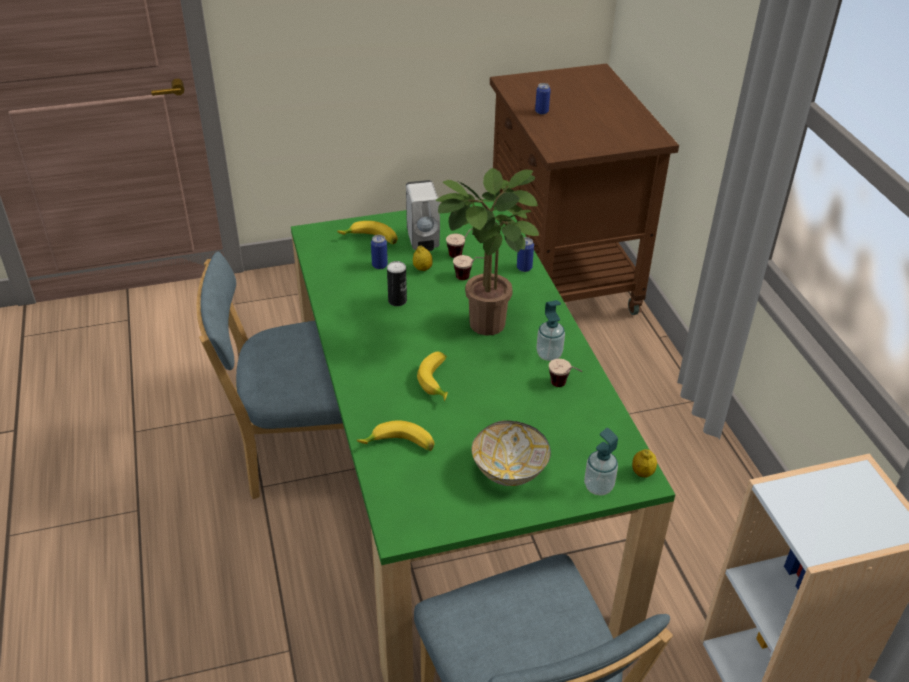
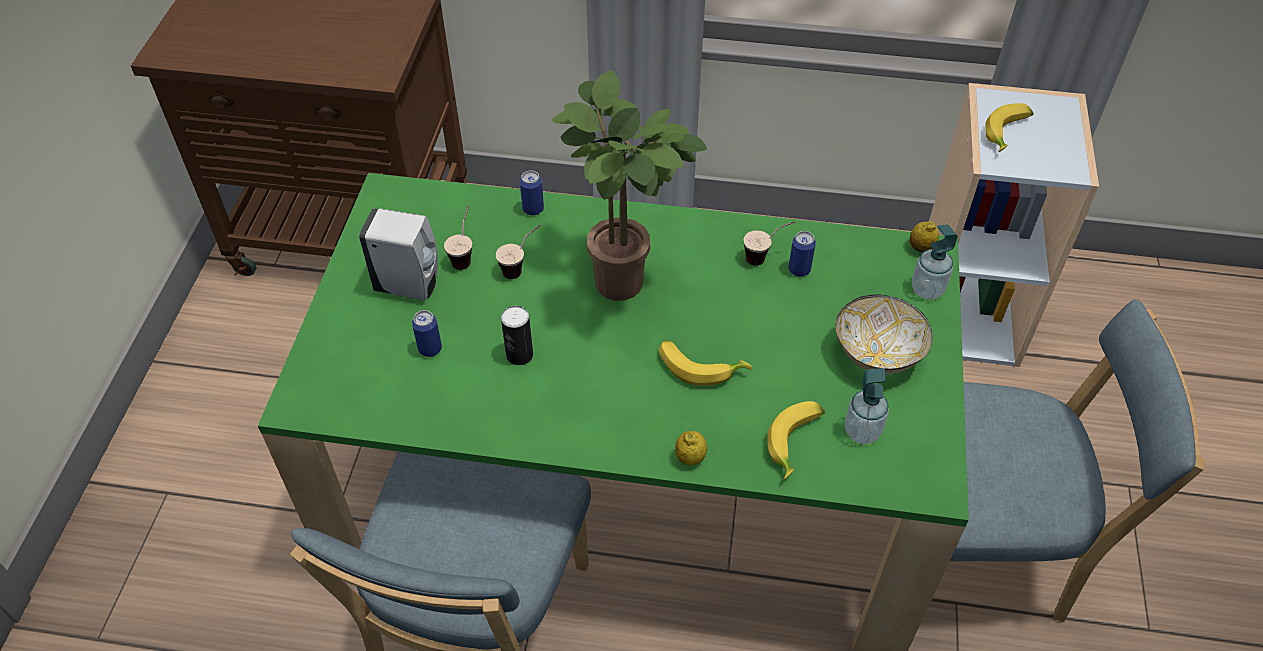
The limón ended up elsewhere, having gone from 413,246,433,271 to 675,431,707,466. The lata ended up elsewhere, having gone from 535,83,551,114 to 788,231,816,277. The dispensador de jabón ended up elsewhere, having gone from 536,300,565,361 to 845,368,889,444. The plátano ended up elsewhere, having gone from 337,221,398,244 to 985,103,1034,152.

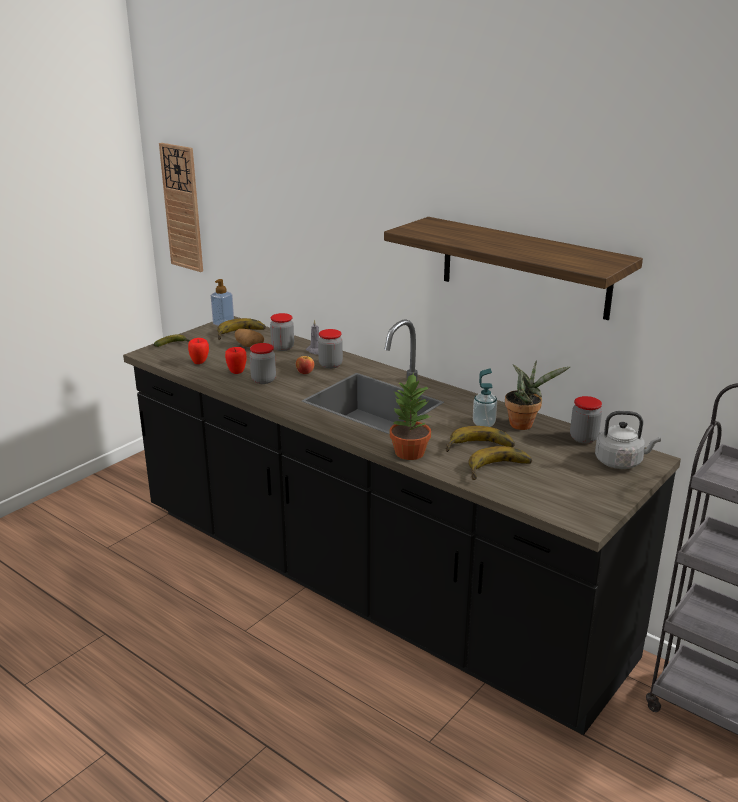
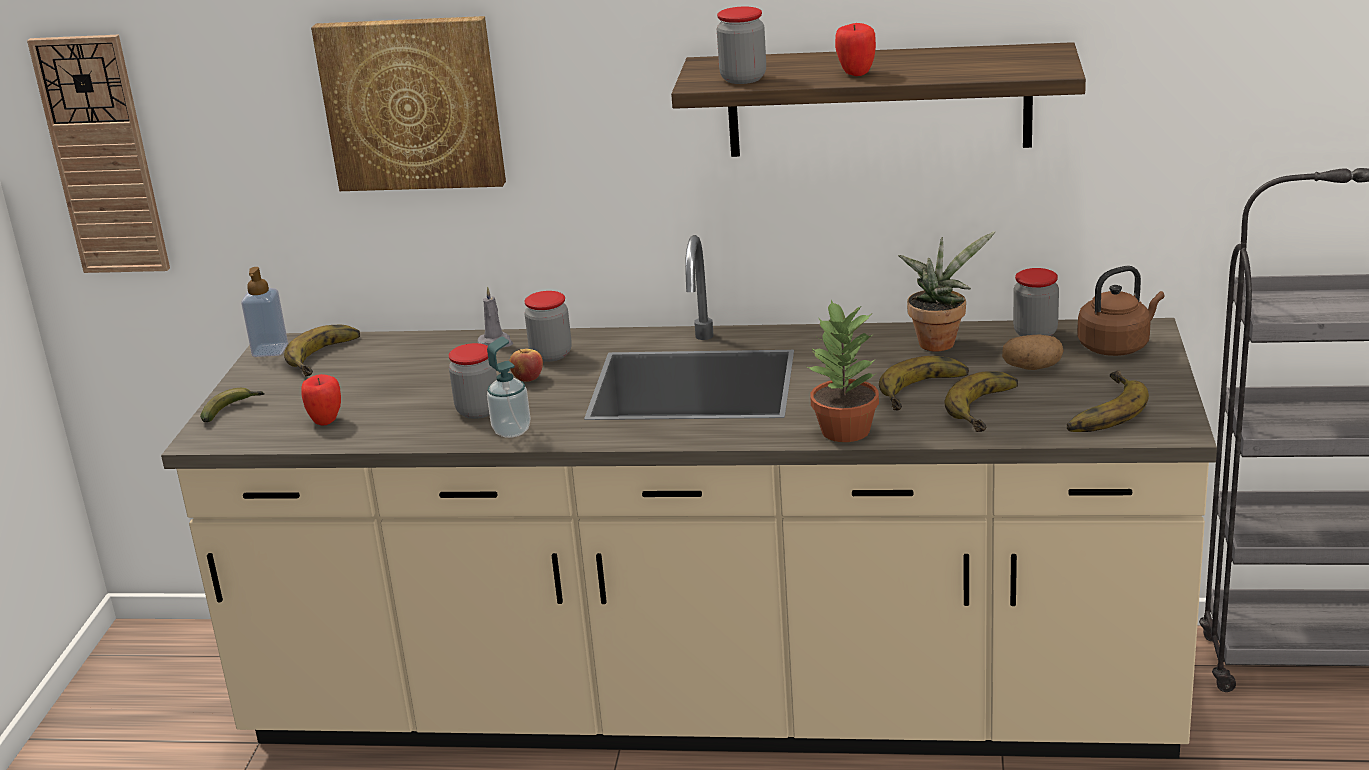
What was the mueble bajo de cocina (negro) at 123,316,681,735 turned into the mueble bajo de cocina (beis) at 161,235,1217,759. The second view gained the cuadro at 311,16,506,191. The dispensador de jabón ended up elsewhere, having gone from 473,369,497,427 to 487,337,530,438. The tarro ended up elsewhere, having gone from 270,313,294,351 to 717,7,766,84. The manzana ended up elsewhere, having gone from 225,347,247,374 to 835,23,876,76. The patata ended up elsewhere, having gone from 235,329,264,347 to 1002,334,1064,370. The second view gained the plátano at 1067,370,1149,432. What was the hervidor (gris) at 595,411,661,469 turned into the hervidor (marrón) at 1077,266,1165,356.

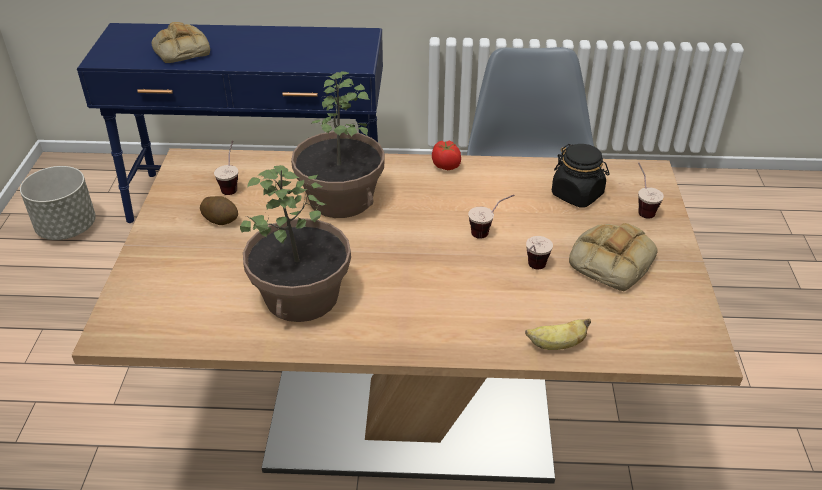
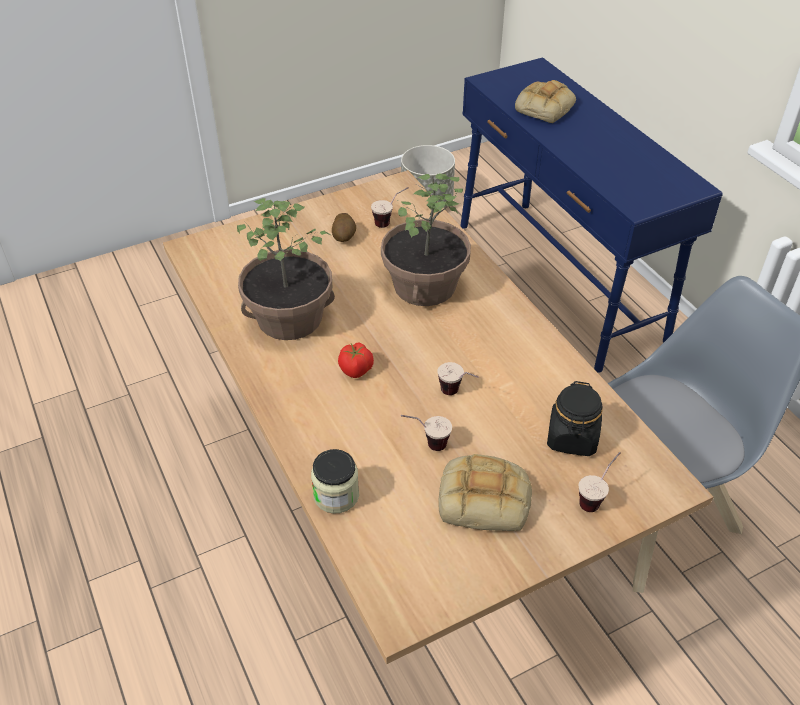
Where the plátano stood at 525,318,591,350, the tarro came to stand at 311,449,359,514. The tomate ended up elsewhere, having gone from 432,141,461,170 to 338,342,374,378.

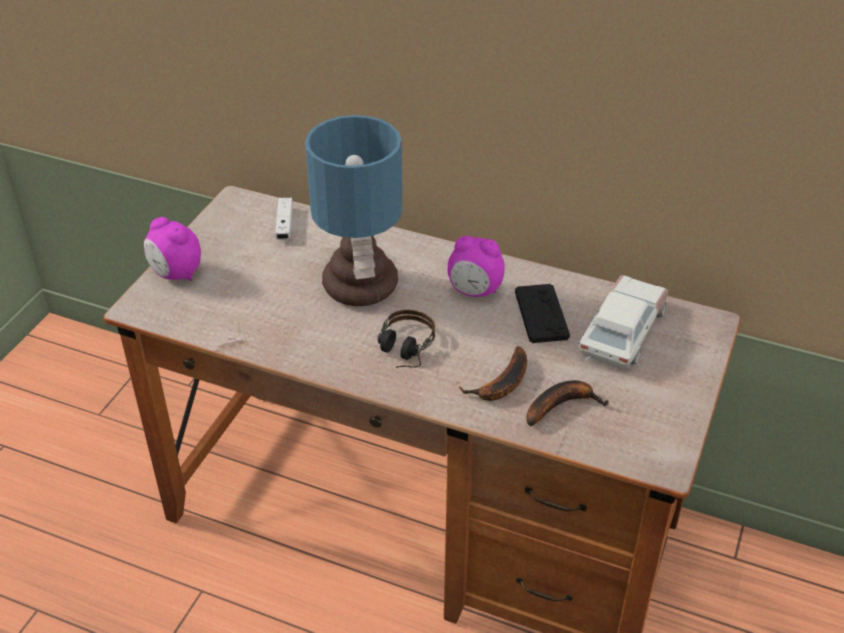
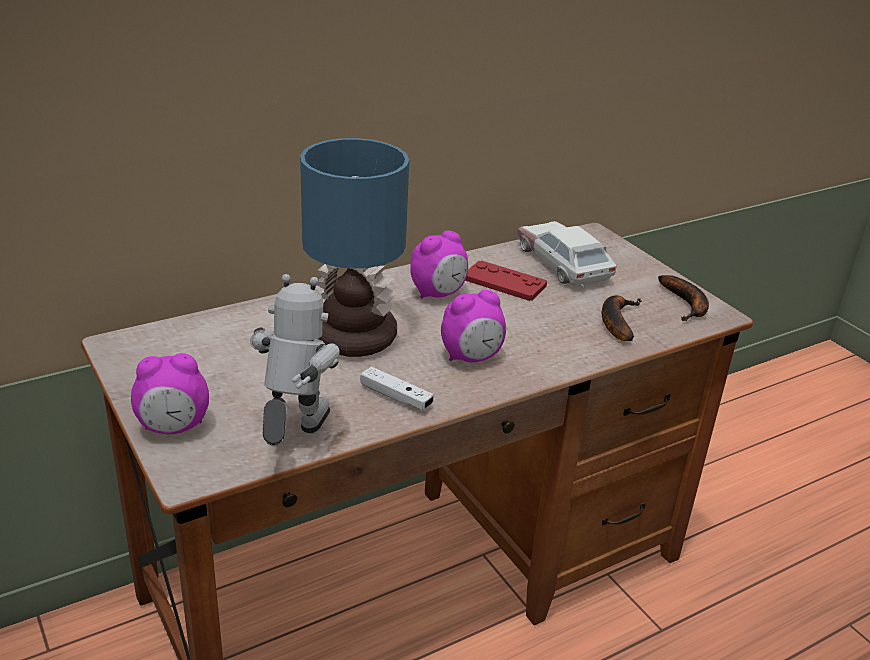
The second view gained the robot de juguete at 250,274,340,446. The mando de consola (blanco) ended up elsewhere, having gone from 275,198,293,240 to 361,367,434,410. Where the auriculares stood at 377,310,435,368, the despertador came to stand at 441,290,506,362. What was the mando de consola (negro) at 515,284,570,343 turned into the mando de consola (rojo) at 465,260,547,301. The plátano ended up elsewhere, having gone from 459,346,527,401 to 658,275,709,321.

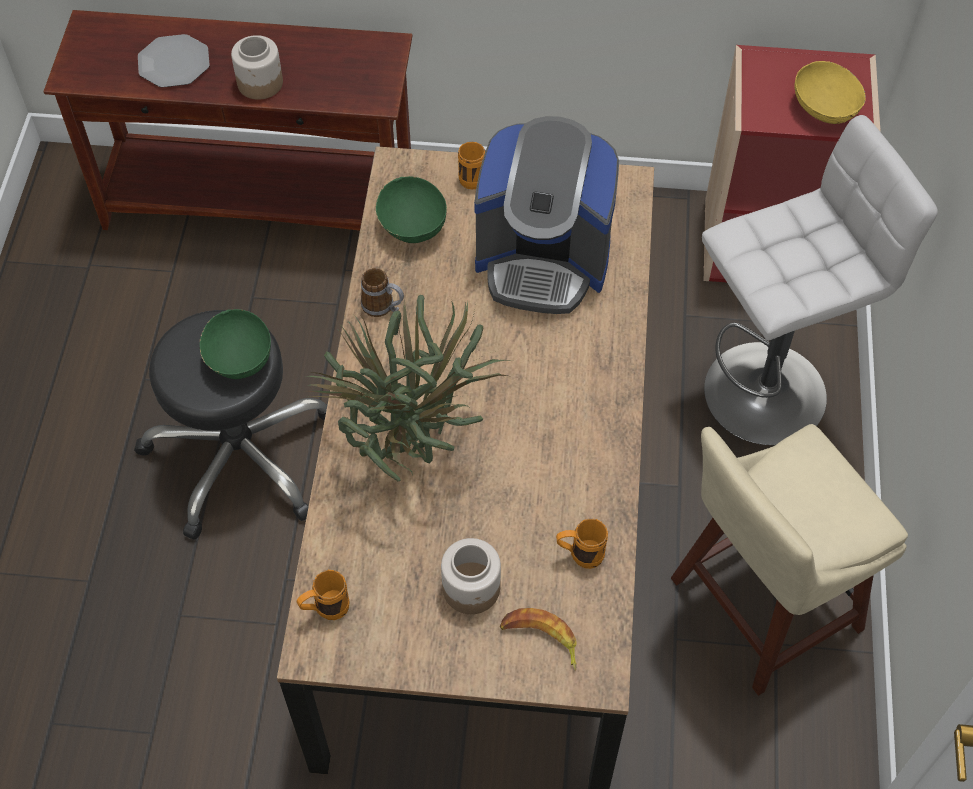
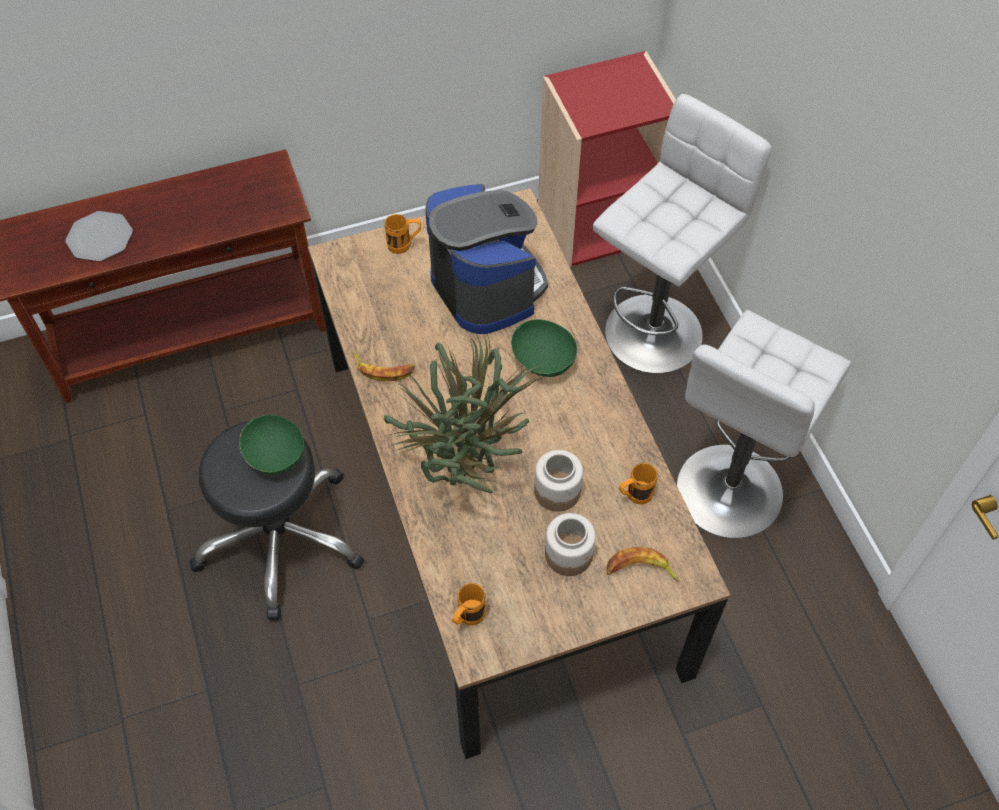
Where the taza grande stood at 361,268,404,317, the plátano came to stand at 354,351,415,381. The cafetera at 474,116,619,314 ended up facing another way, 105 degrees counterclockwise from before. The cuenco (verde) ended up elsewhere, having gone from 376,176,447,243 to 511,319,577,377. The tarro ended up elsewhere, having gone from 231,35,283,100 to 534,450,583,511. Where the silla (beis) stood at 671,424,908,696, the taburete (blanco) came to stand at 677,310,851,538. The second view lost the cuenco (amarillo) at 794,61,866,124.

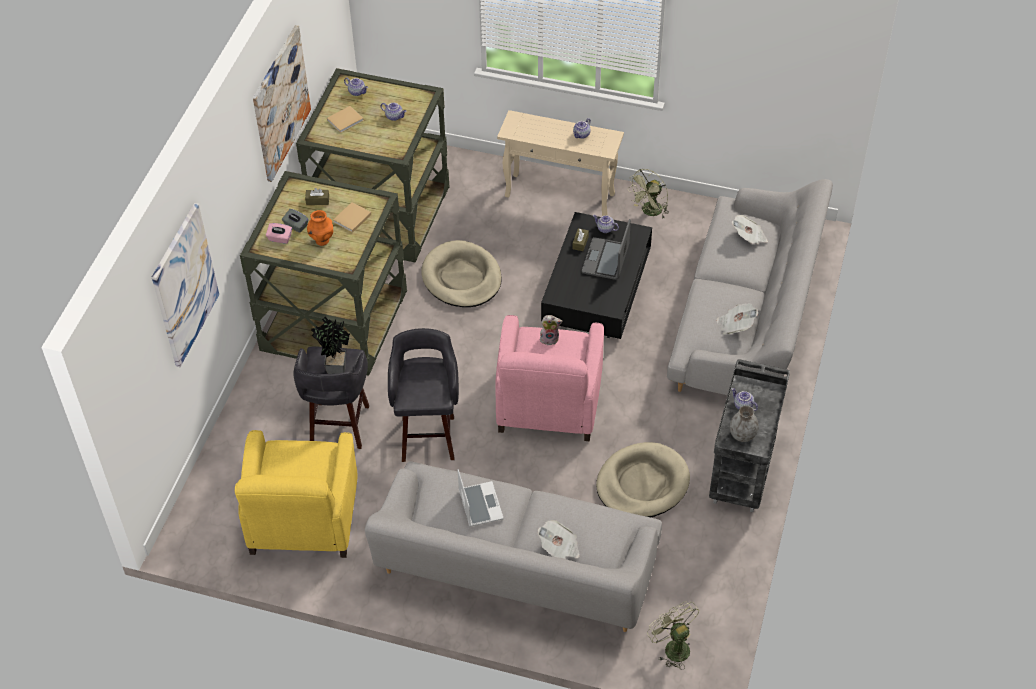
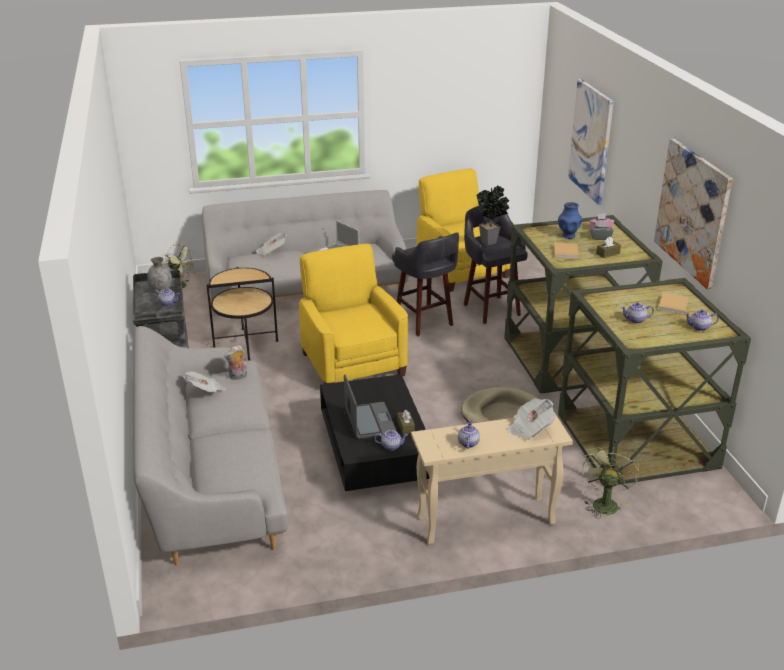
Where the cama para perro (beis) stood at 596,442,690,517, the mesa auxiliar came to stand at 207,267,279,360. The peluche ended up elsewhere, having gone from 540,315,562,345 to 224,345,247,380. What was the sillón (rosa) at 495,315,604,441 turned into the sillón (amarillo) at 299,244,408,384. The periódico ended up elsewhere, having gone from 732,215,768,244 to 507,398,556,440. What was the florero (naranja) at 307,210,333,246 turned into the florero (azul) at 558,202,582,239. The ventilador (verde) ended up elsewhere, having gone from 627,169,669,218 to 582,446,639,519.

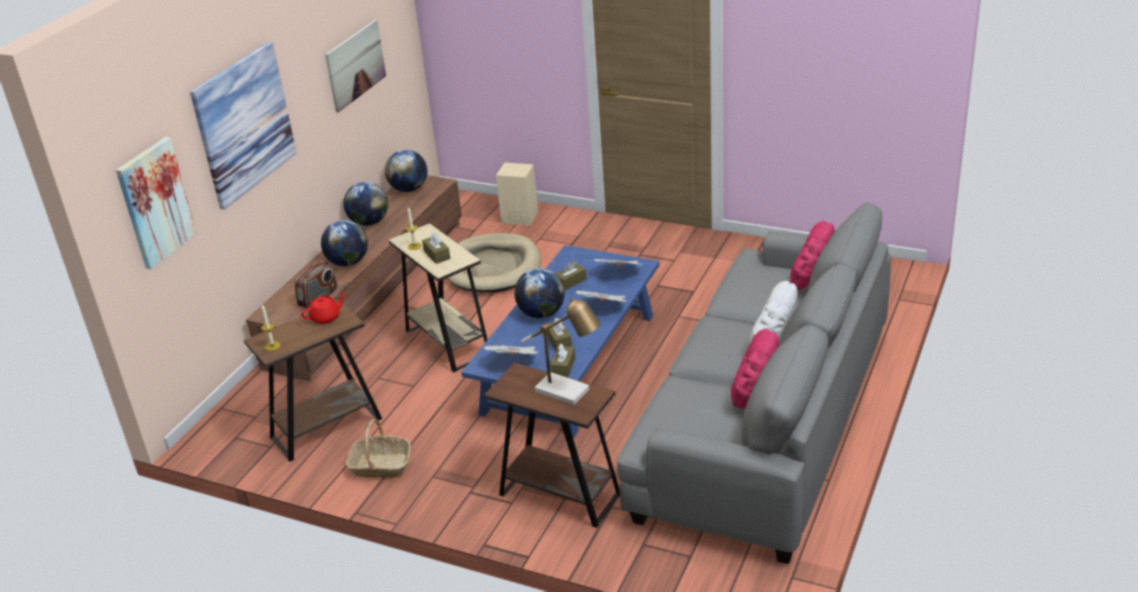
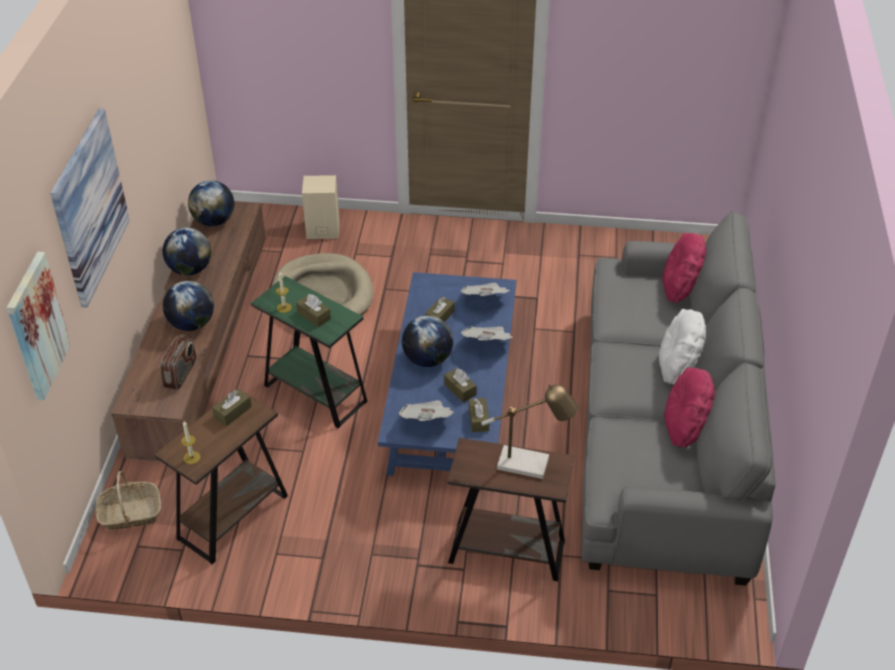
The cesta ended up elsewhere, having gone from 346,419,411,478 to 95,471,161,530. Where the tetera (rojo) stood at 301,293,346,324, the caja de pañuelos (marrón) came to stand at 212,388,252,426. What was the mesa auxiliar (beis) at 388,223,488,372 turned into the mesa auxiliar (verde) at 251,276,367,428. The second view lost the cuadro at 325,20,386,113.

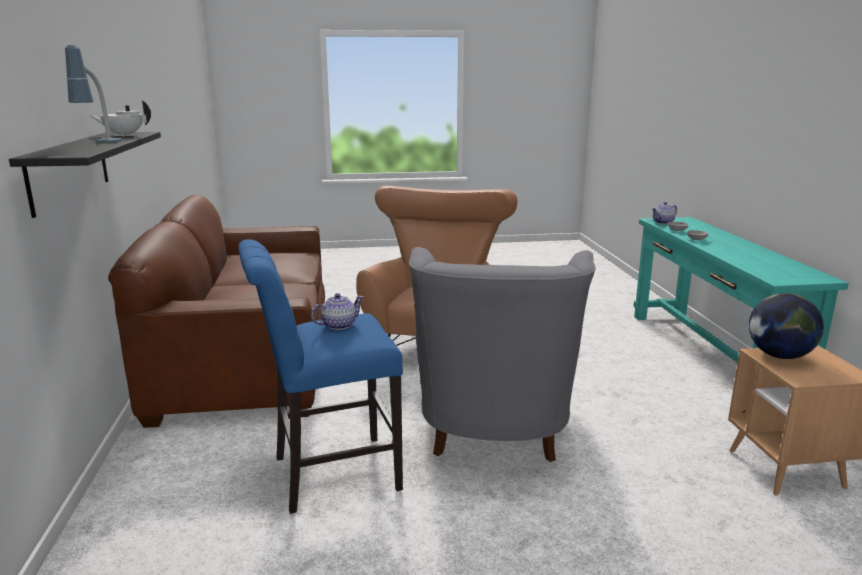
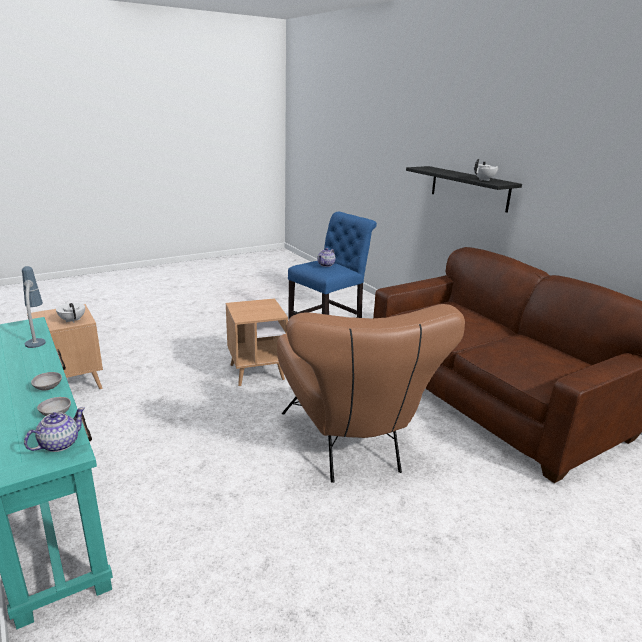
The lámpara de mesa ended up elsewhere, having gone from 65,45,122,143 to 22,266,46,348. Where the globo terráqueo stood at 749,293,824,359, the tetera (blanco) came to stand at 56,301,85,323. Where the sillón (gris) stood at 409,247,596,462, the mesa auxiliar (marrón) came to stand at 226,298,288,387.

